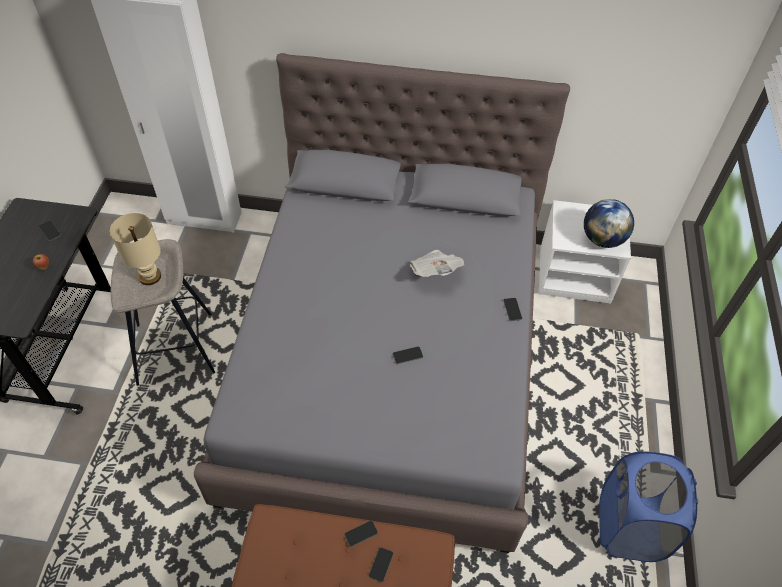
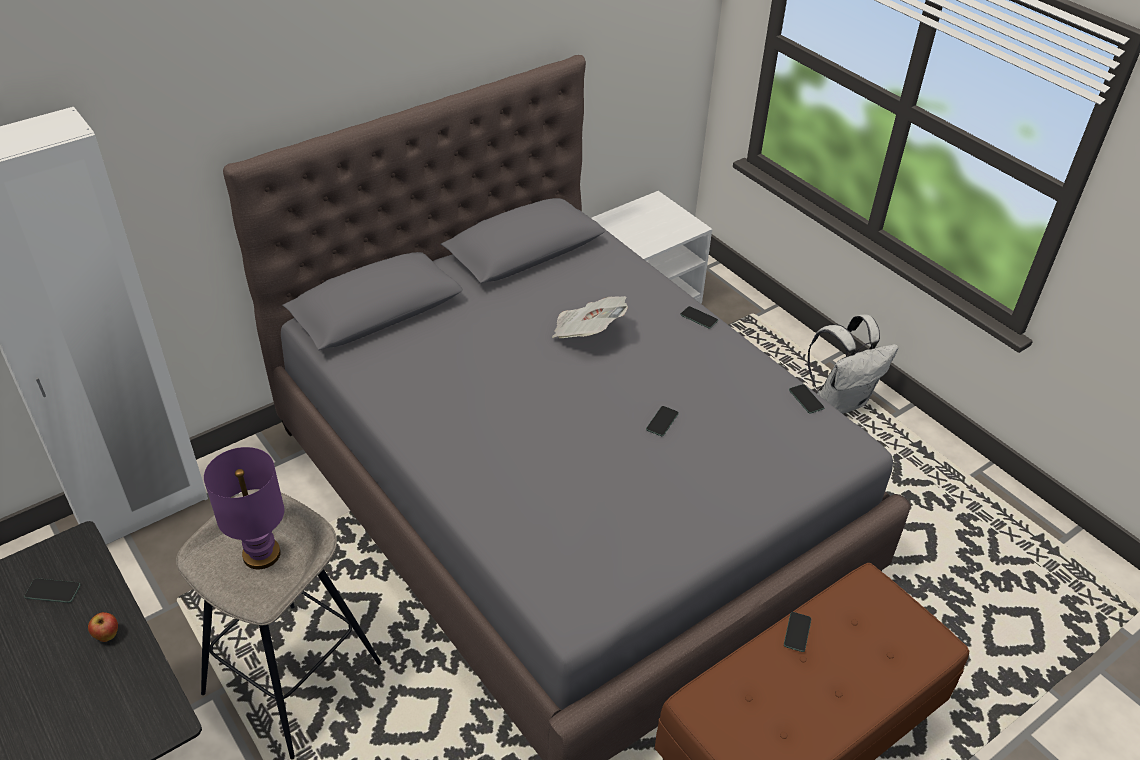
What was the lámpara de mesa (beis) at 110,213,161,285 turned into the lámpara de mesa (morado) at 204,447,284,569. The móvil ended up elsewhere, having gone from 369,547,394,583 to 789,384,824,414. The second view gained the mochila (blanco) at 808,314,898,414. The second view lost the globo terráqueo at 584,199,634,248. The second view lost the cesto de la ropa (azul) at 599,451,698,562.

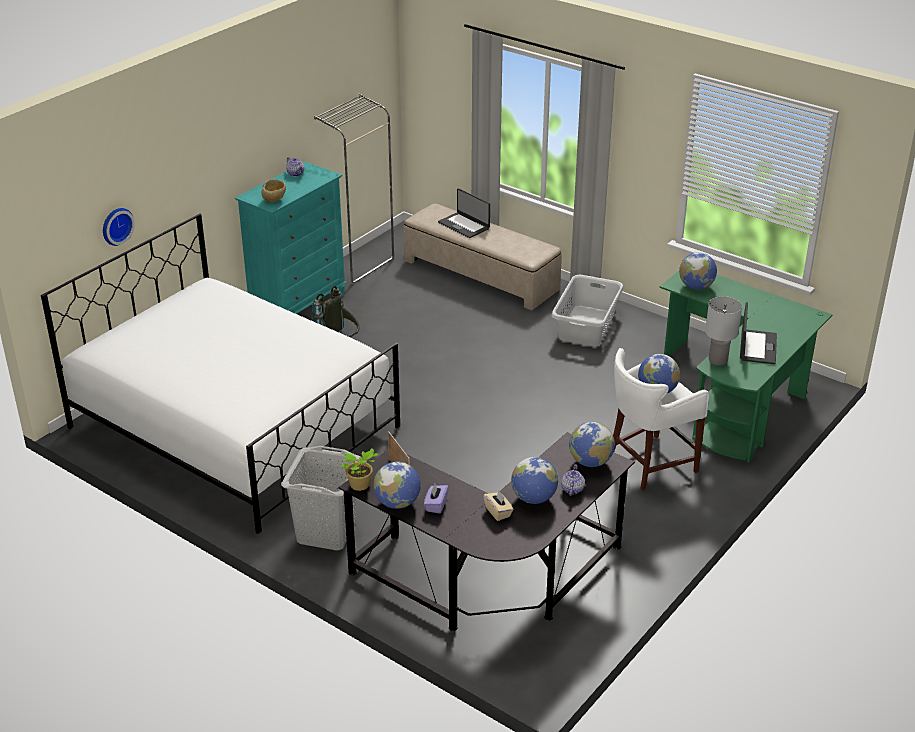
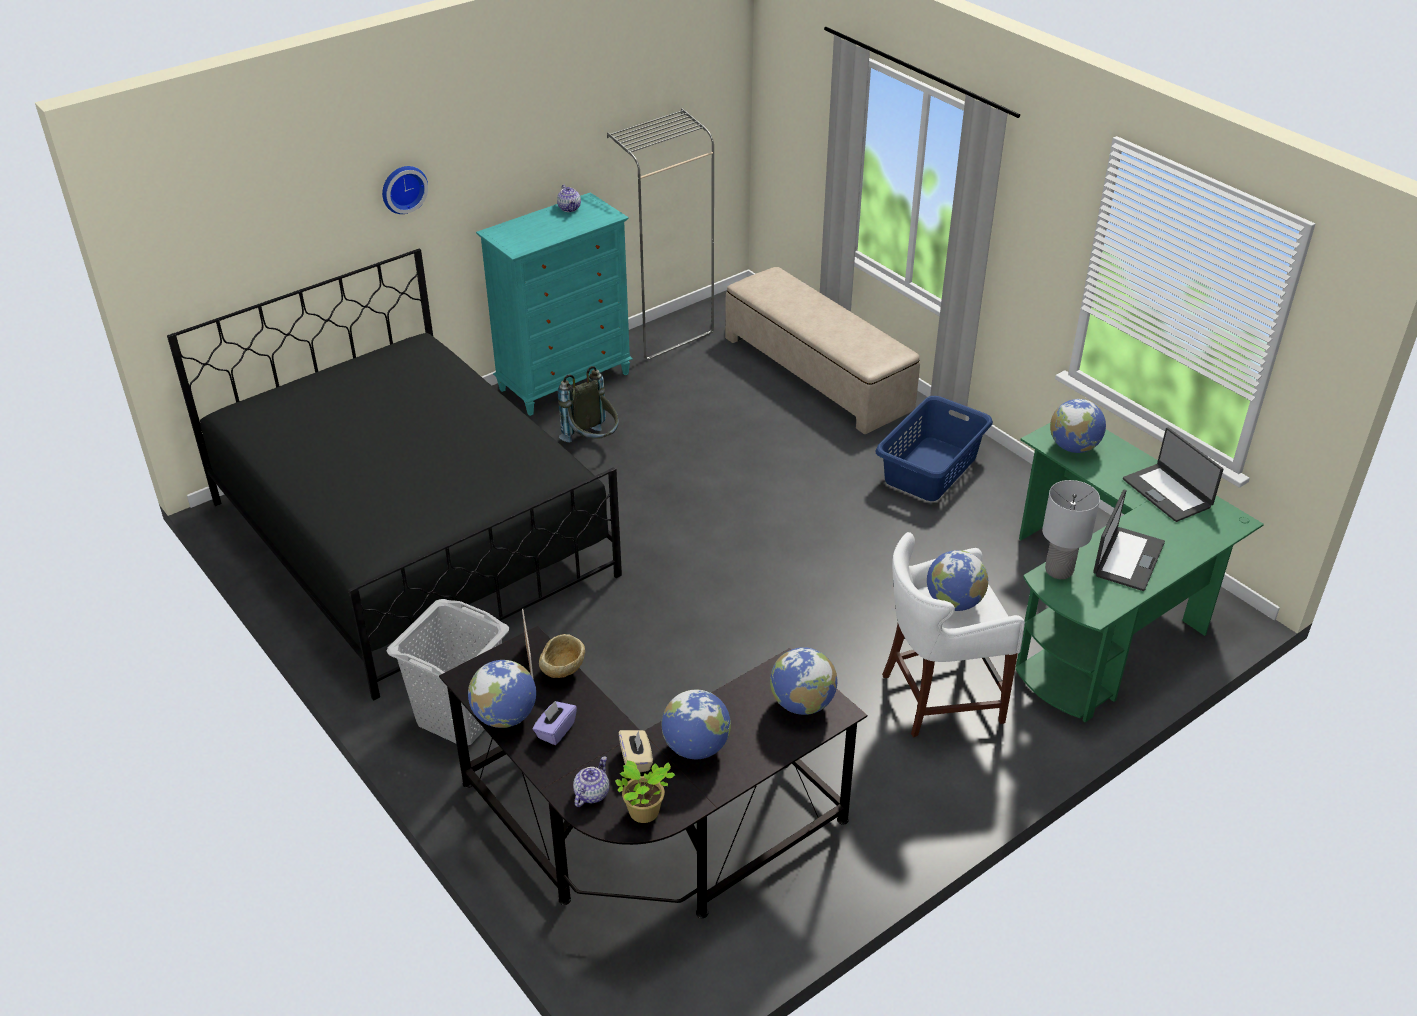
What was the cama (blanco) at 41,213,400,534 turned into the cama (negro) at 167,248,622,701. The reloj de pared ended up elsewhere, having gone from 103,208,135,246 to 382,166,428,214. The cuenco (beis) ended up elsewhere, having gone from 261,179,286,202 to 539,634,585,678. The tetera ended up elsewhere, having gone from 561,464,585,496 to 573,756,609,807. The planta en maceta ended up elsewhere, having gone from 341,448,378,491 to 615,760,675,823. What was the cesto de la ropa (gris) at 552,275,624,346 turned into the cesto de la ropa (azul) at 875,396,993,501. The portátil ended up elsewhere, having gone from 438,188,490,238 to 1123,428,1224,522.

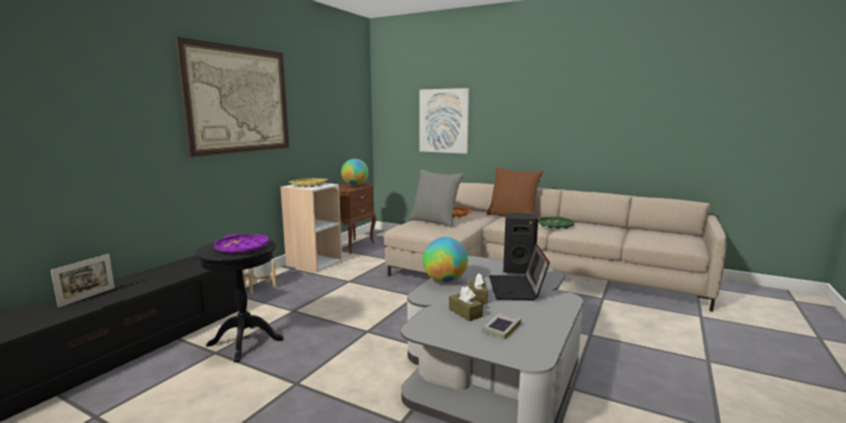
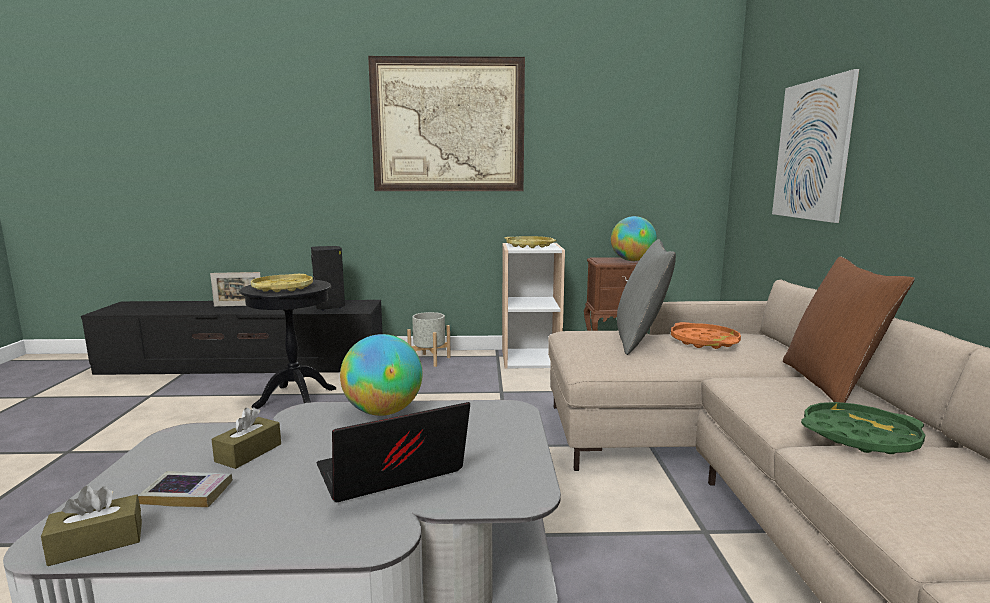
The caja de pañuelos (marrón) ended up elsewhere, having gone from 469,273,488,304 to 41,486,142,566. What was the bandeja (morado) at 214,234,269,254 turned into the bandeja (amarillo) at 251,274,313,292. The altavoz (negro) ended up elsewhere, having gone from 503,213,538,274 to 311,246,345,310.

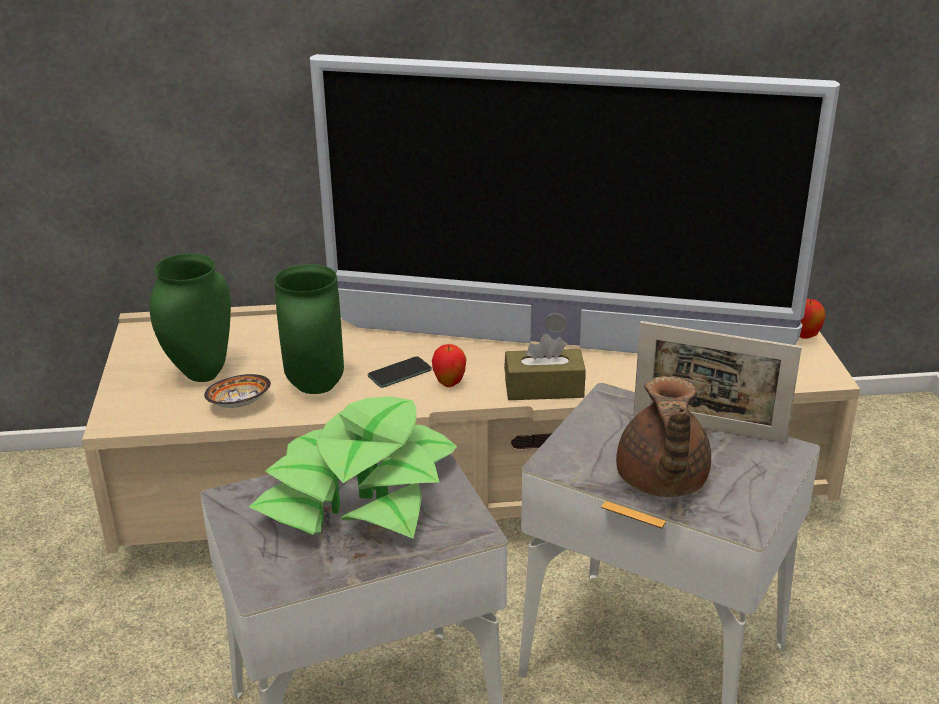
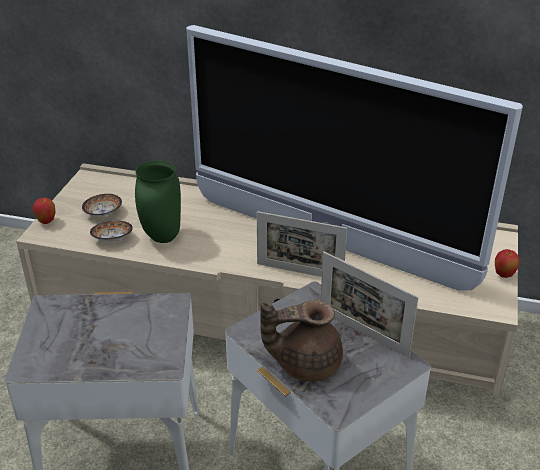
The manzana ended up elsewhere, having gone from 432,344,467,387 to 33,197,55,224. Where the florero (verde) stood at 149,253,231,382, the cuenco came to stand at 82,194,122,216. Where the caja de pañuelos (marrón) stood at 504,334,586,400, the portarretratos came to stand at 257,211,347,277. The tetera (marrón) at 616,376,711,497 ended up facing another way, 60 degrees clockwise from before. The second view lost the planta en maceta at 249,396,457,538. The second view lost the móvil at 368,356,432,388.

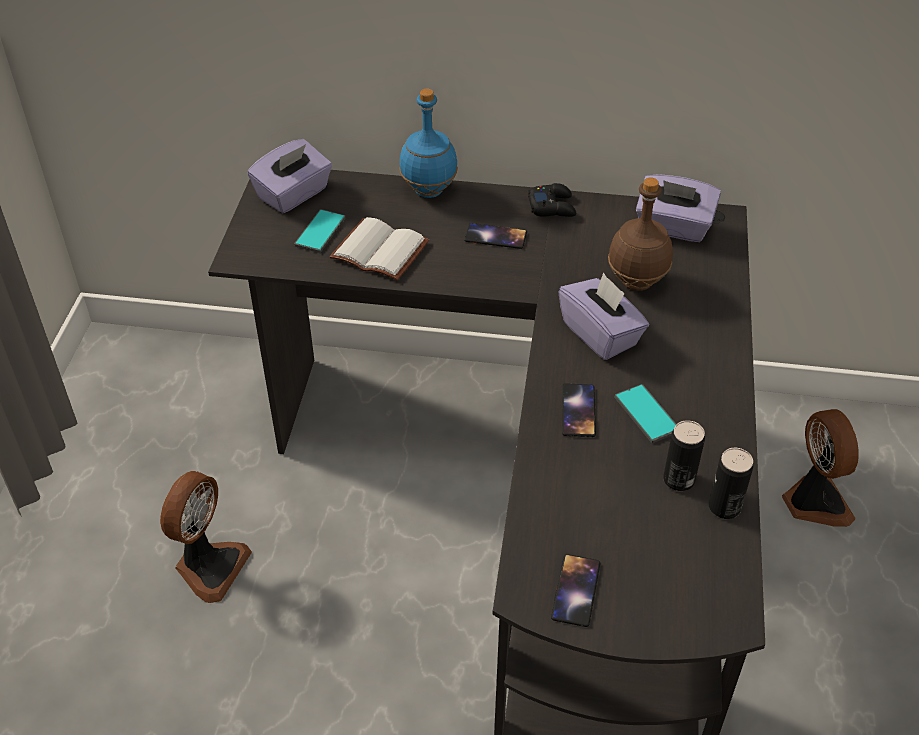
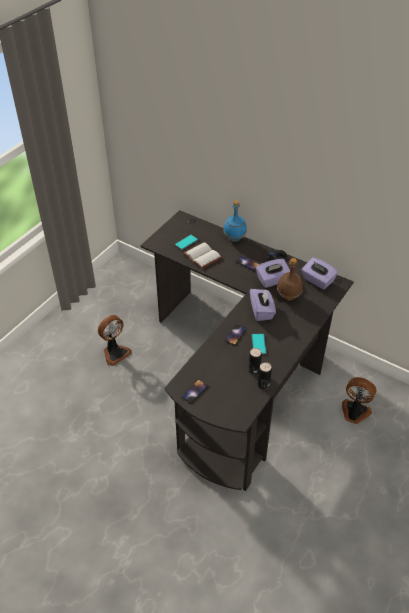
The caja de pañuelos (morado) ended up elsewhere, having gone from 247,139,332,213 to 256,259,290,288. The ventilador at 782,409,859,527 ended up facing another way, 75 degrees counterclockwise from before.

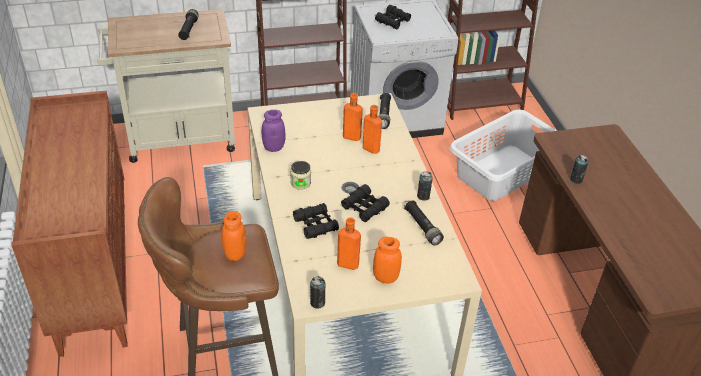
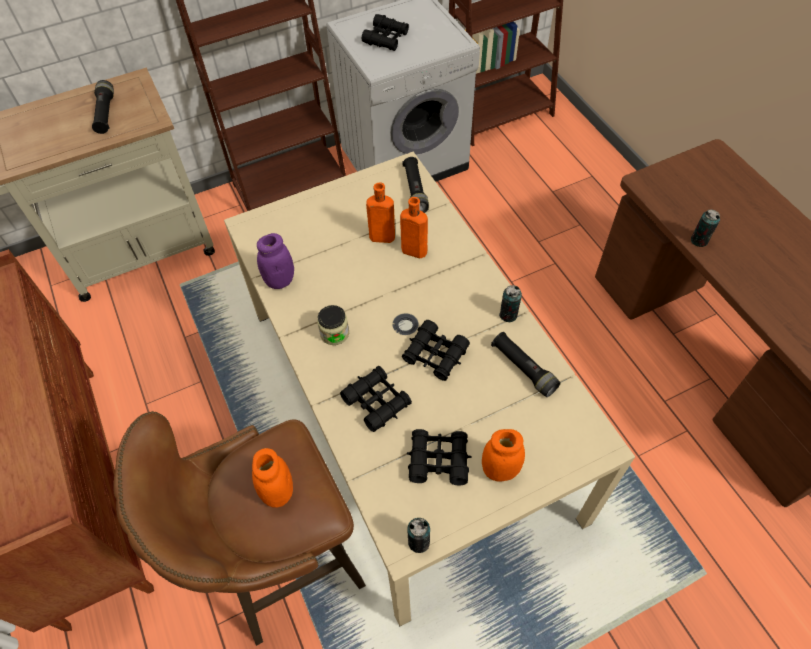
Where the botella (naranja) stood at 337,218,361,270, the prismáticos (negro) came to stand at 407,429,472,486. The second view lost the cesto de la ropa (gris) at 449,110,557,201.

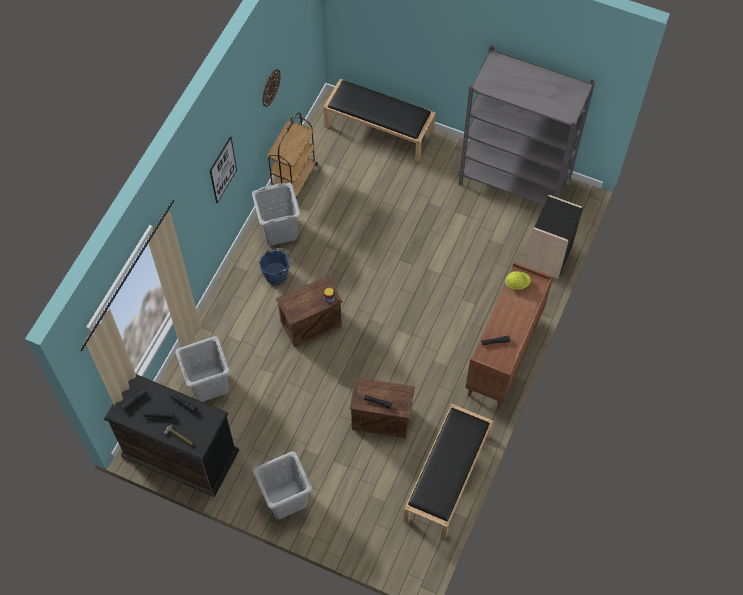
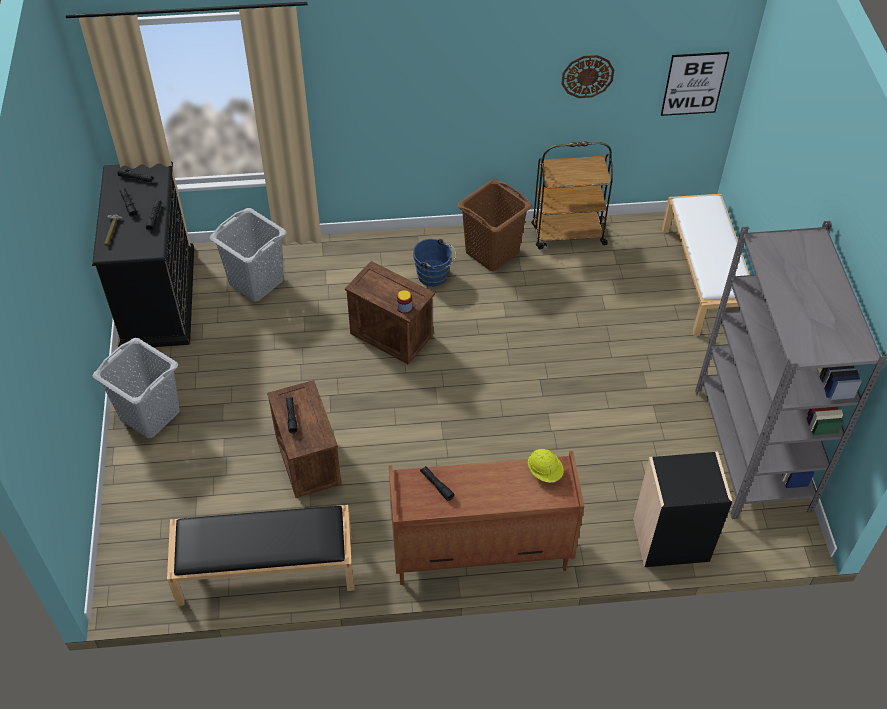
What was the cesto de la ropa (gris) at 252,183,301,246 turned into the cesto de la ropa (marrón) at 457,179,532,271. The cuadro ended up elsewhere, having gone from 210,137,237,203 to 661,52,729,116. What was the banco (negro) at 323,79,435,161 turned into the banco (blanco) at 662,194,750,336.

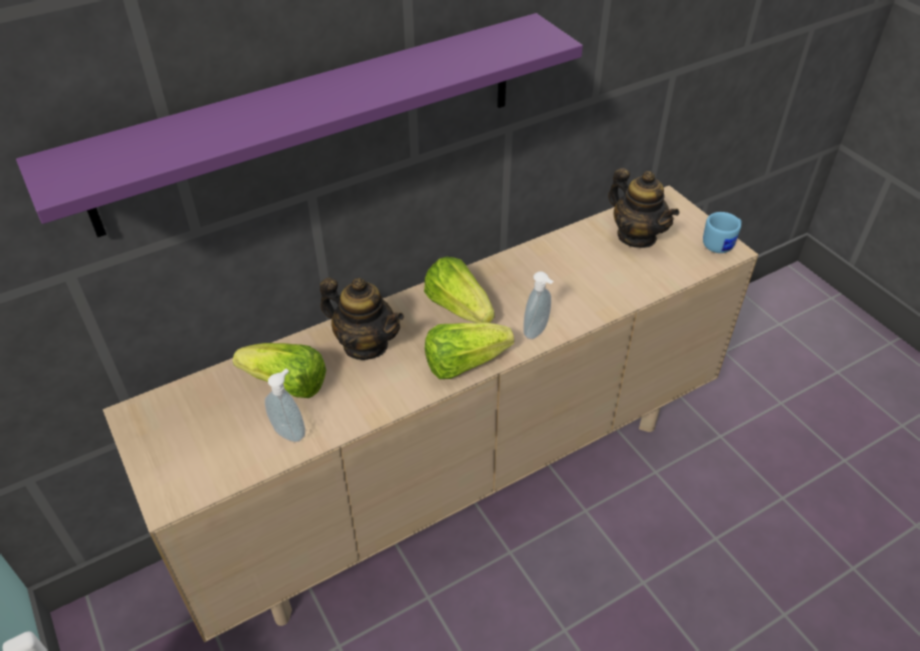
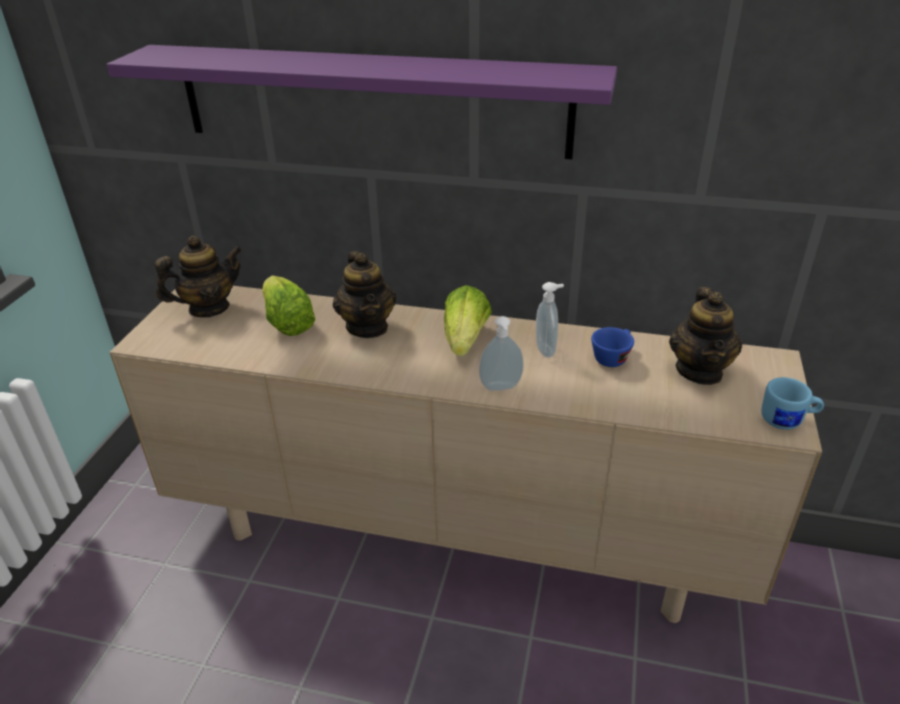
The second view gained the tetera at 155,236,242,317. The dispensador de jabón ended up elsewhere, having gone from 265,369,305,442 to 536,282,564,358. The second view gained the taza (azul) at 591,327,634,367. The second view lost the lechuga at 425,322,514,379.

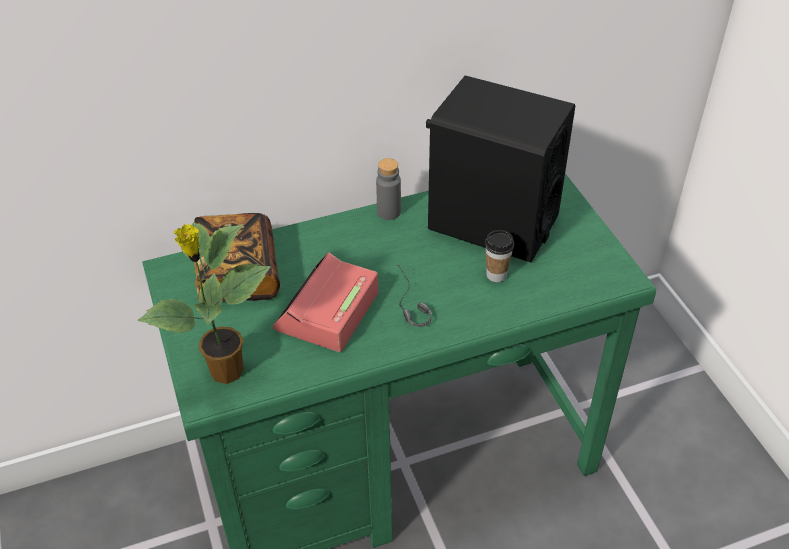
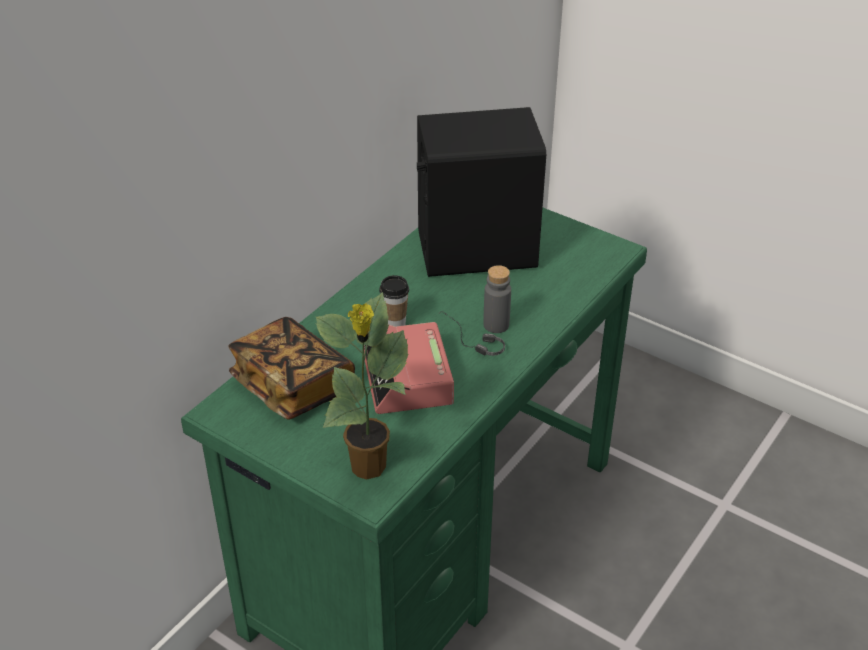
The taza ended up elsewhere, having gone from 485,230,514,282 to 379,275,409,327. The botella (gris) ended up elsewhere, having gone from 376,158,401,220 to 483,265,511,333.

